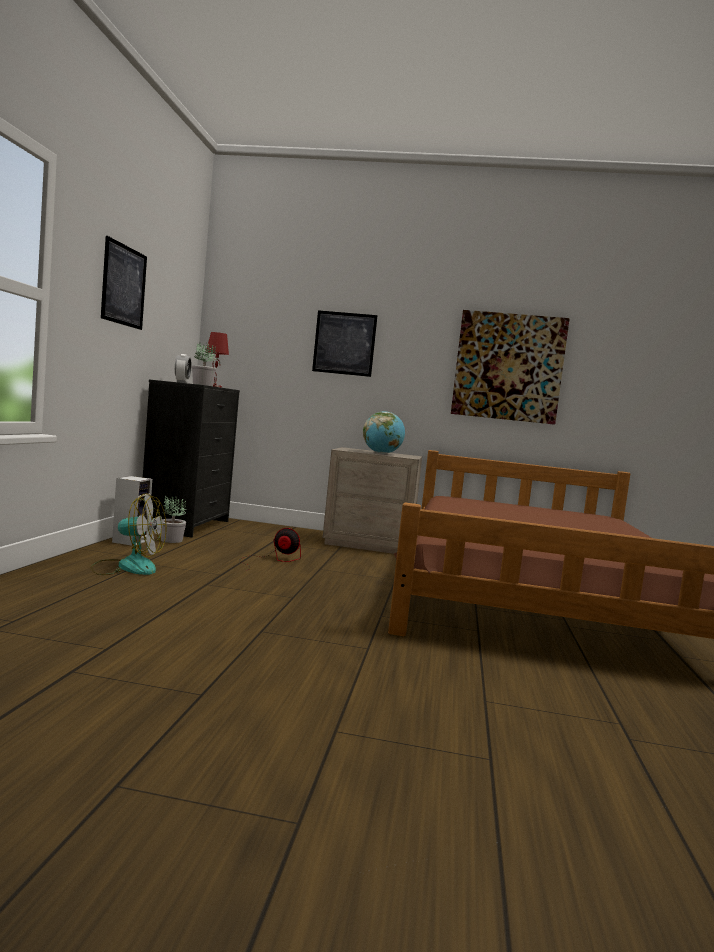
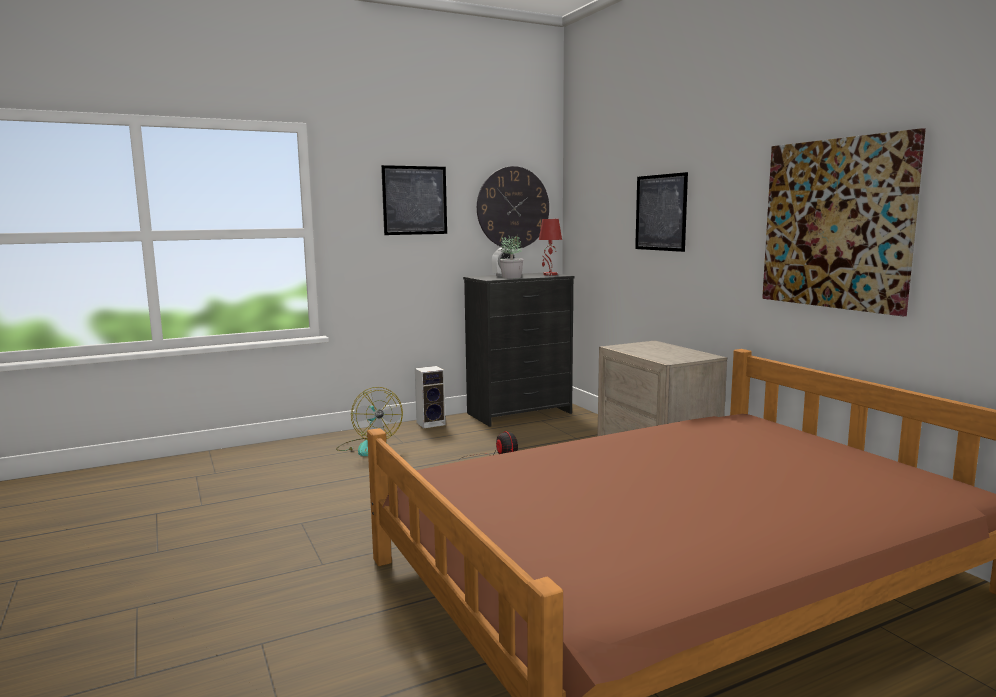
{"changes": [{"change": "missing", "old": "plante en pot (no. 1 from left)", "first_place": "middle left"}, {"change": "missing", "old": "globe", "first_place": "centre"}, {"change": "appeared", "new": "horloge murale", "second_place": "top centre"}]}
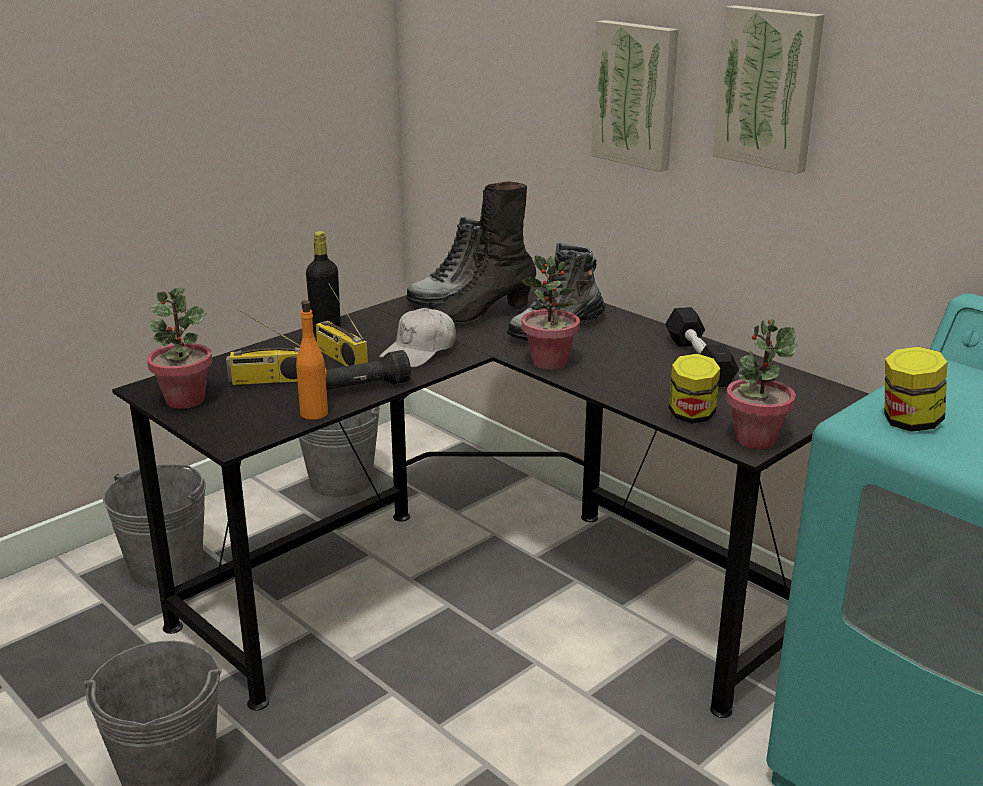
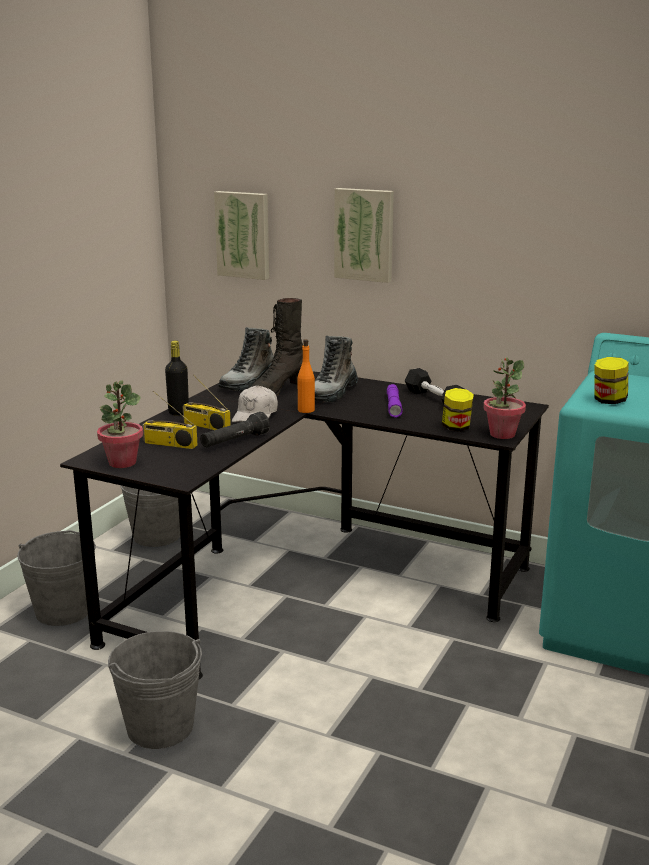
{"changes": [{"change": "missing", "old": "plante en pot (no. 2 from left)", "first_place": "centre"}, {"change": "appeared", "new": "lampe de poche [violet]", "second_place": "centre"}, {"change": "relocated", "old": "bouteille [orange]", "first_place": "middle left", "second_place": "centre"}, {"change": "relocated", "old": "tableau (no. 2 from left in the first image)", "new": "tableau (no. 1 from left)", "first_place": "top right", "second_place": "top centre"}, {"change": "spun", "old": "radio (no. 1 from left)", "first_place": "middle left", "second_place": "middle left", "degrees": 45}]}
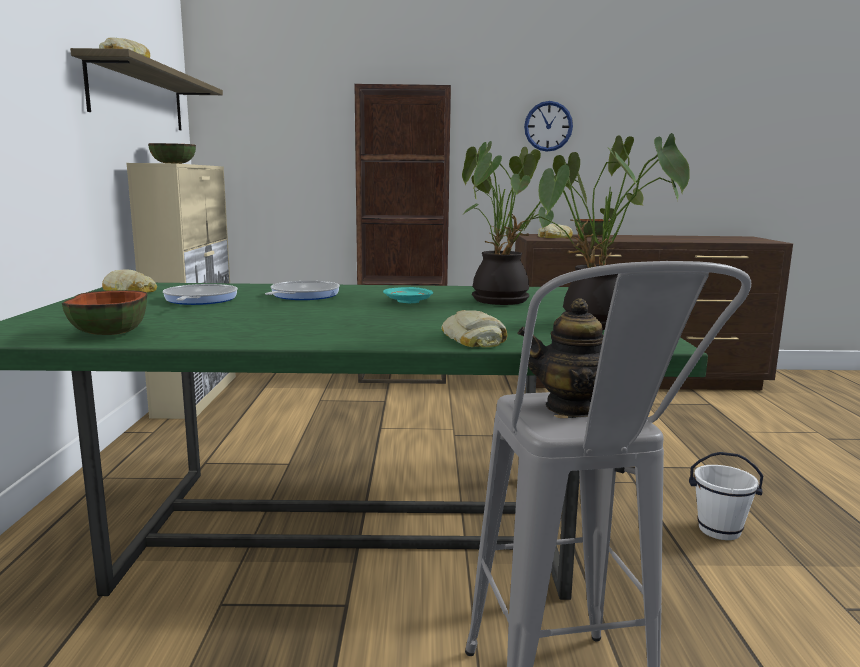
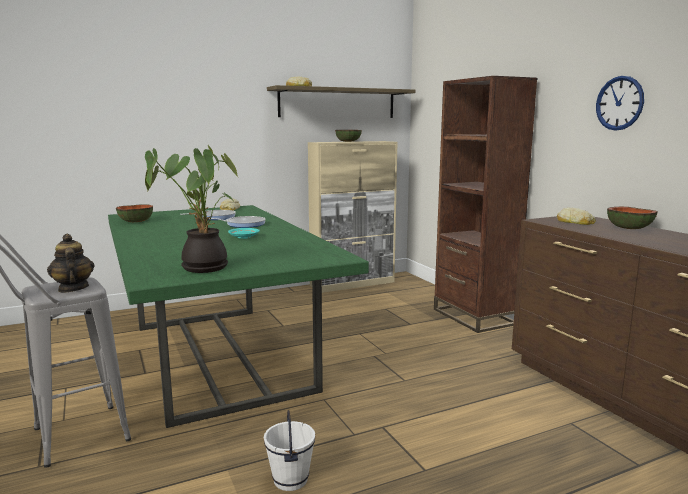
{"changes": [{"change": "missing", "old": "pain (no. 3 from left)", "first_place": "centre"}, {"change": "missing", "old": "plante en pot (no. 1 from left)", "first_place": "centre"}]}
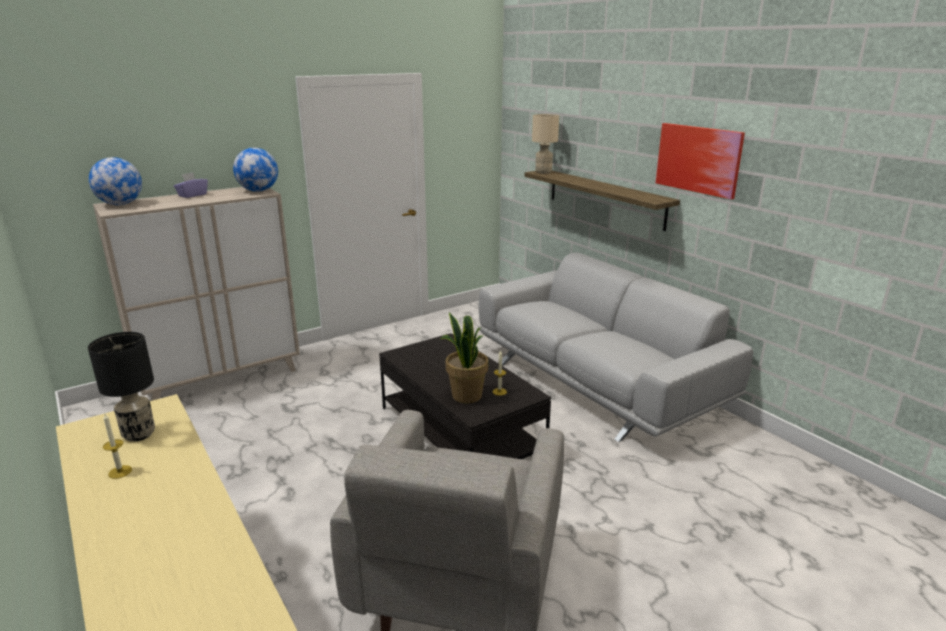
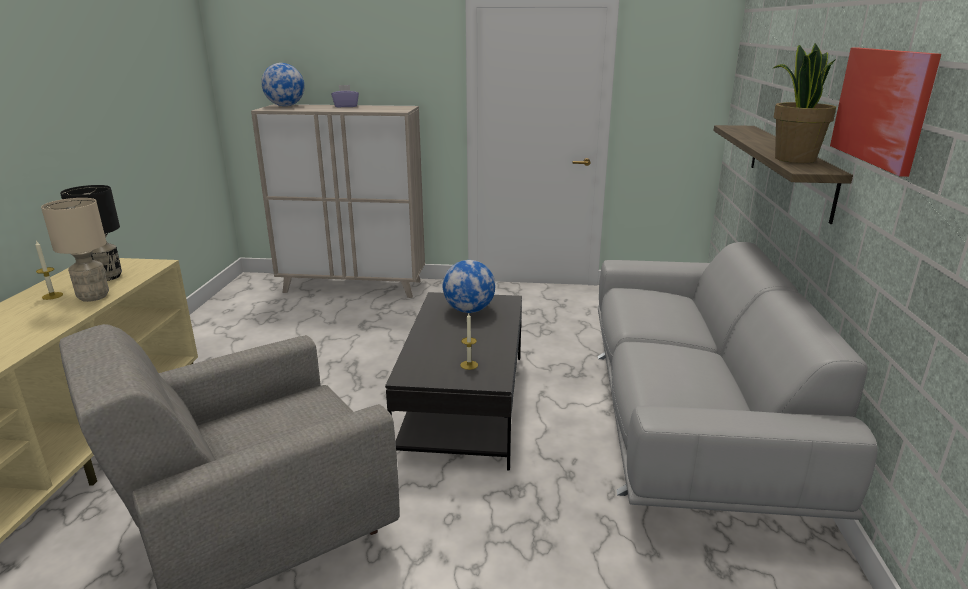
{"changes": [{"change": "relocated", "old": "globe (no. 2 from left)", "first_place": "top left", "second_place": "centre"}, {"change": "relocated", "old": "plante en pot", "first_place": "centre", "second_place": "top right"}, {"change": "relocated", "old": "lampe de table [beige]", "first_place": "top centre", "second_place": "middle left"}]}
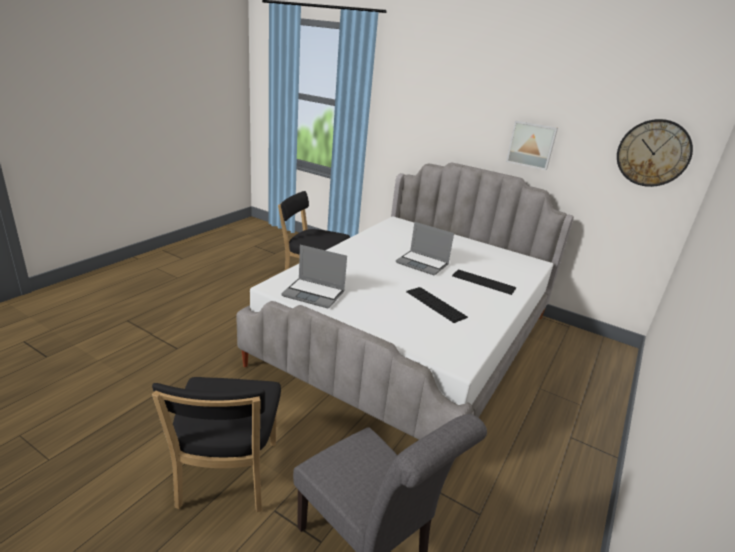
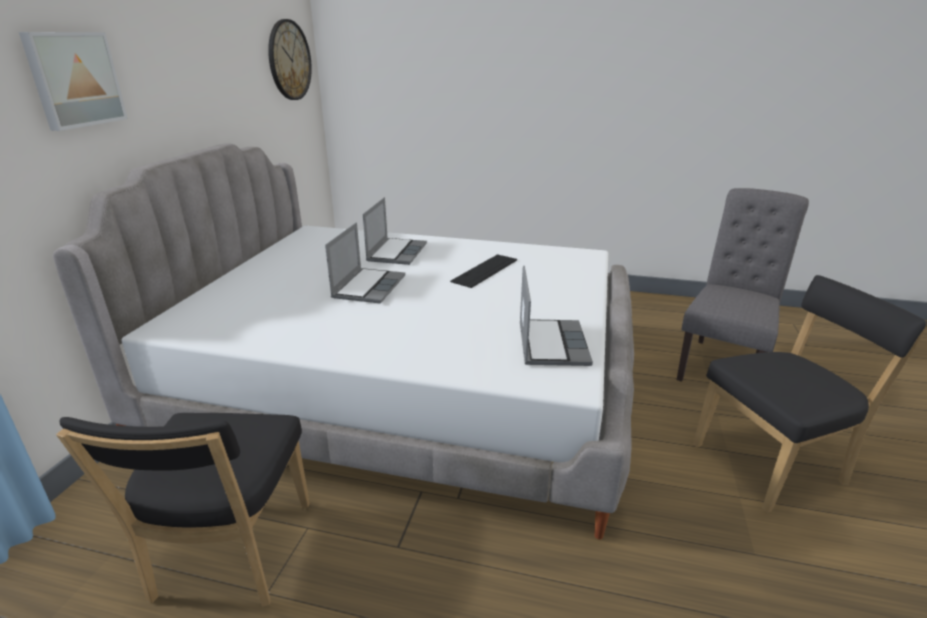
{"changes": [{"change": "relocated", "old": "tableau", "first_place": "top right", "second_place": "top left"}, {"change": "exchanged", "old": "clavier (no. 2 from left)", "new": "ordinateur portable (no. 2 from left)", "first_place": "centre", "second_place": "centre"}]}
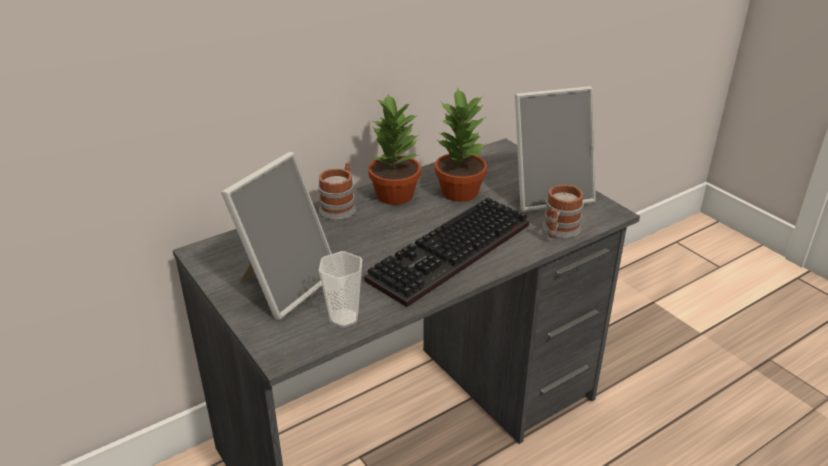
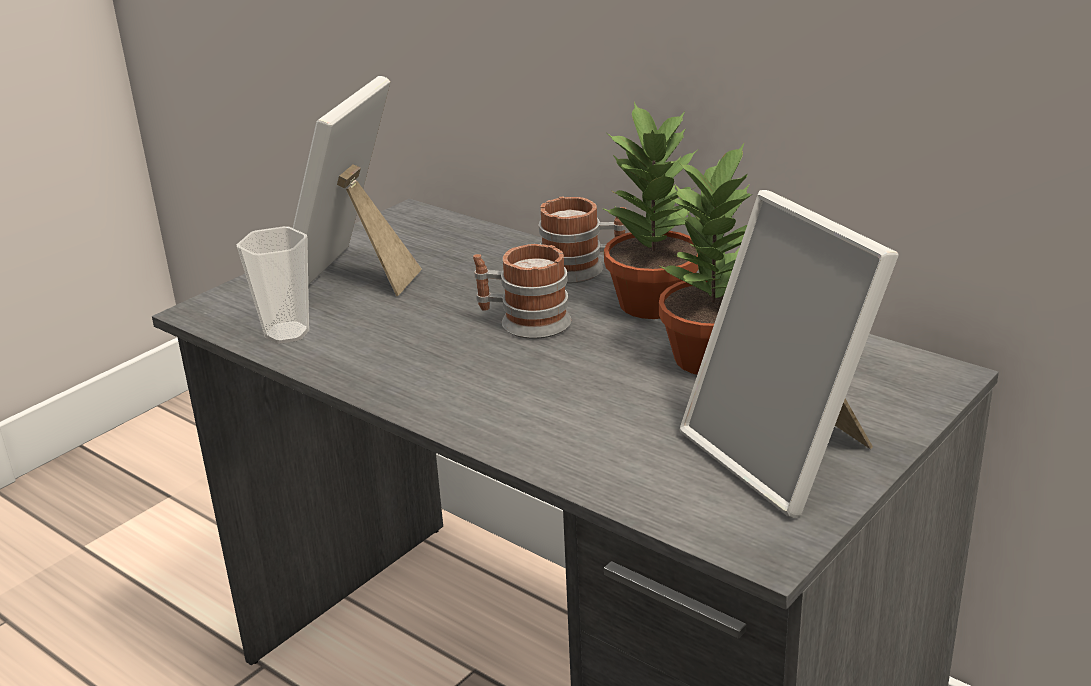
{"changes": [{"change": "missing", "old": "clavier", "first_place": "centre"}, {"change": "relocated", "old": "mug (no. 2 from left in the first image)", "new": "mug (no. 1 from left)", "first_place": "middle right", "second_place": "centre"}, {"change": "spun", "old": "cadre photo (no. 1 from left)", "first_place": "centre", "second_place": "top left", "degrees": 90}]}
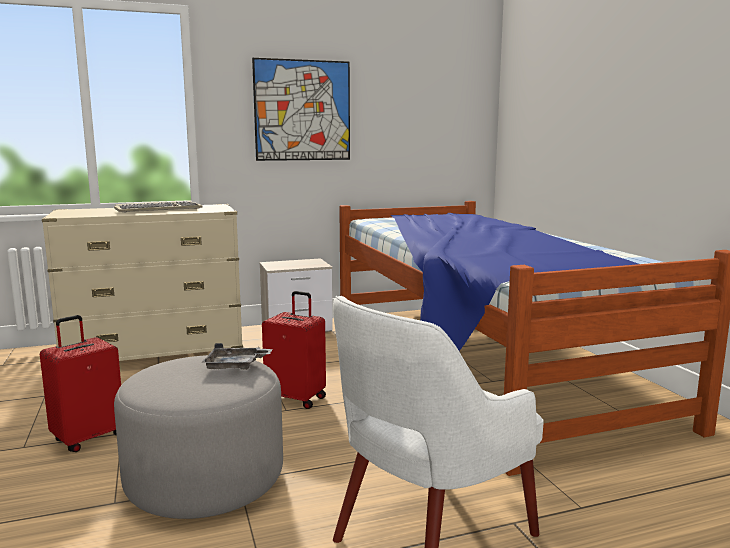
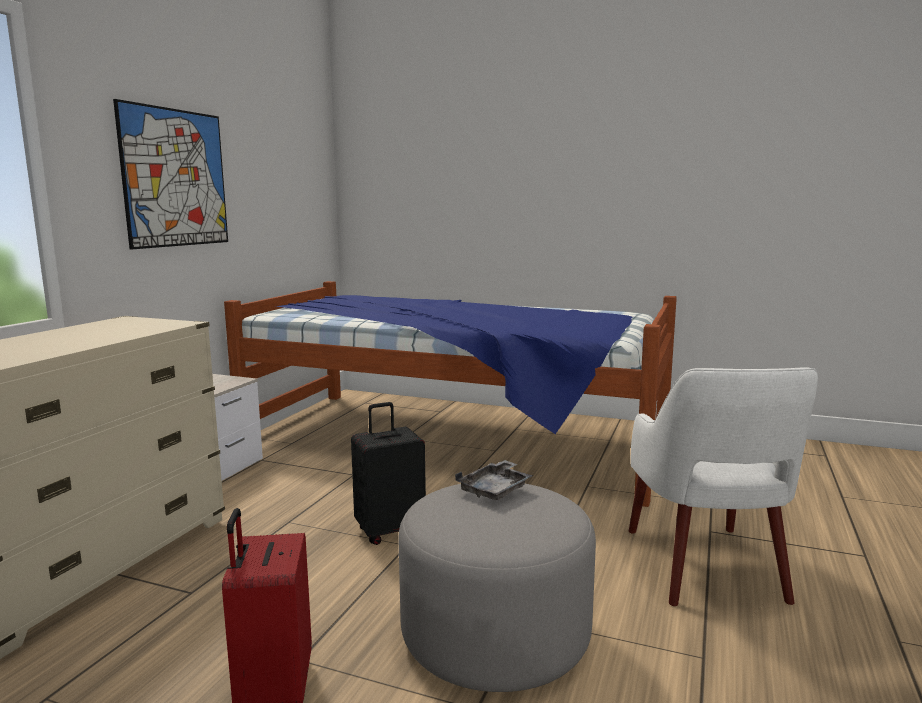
{"changes": [{"change": "missing", "old": "clavier", "first_place": "middle left"}, {"change": "colour", "old": "valise [rouge] (no. 2 from left)", "new": "valise [noir]", "first_place": "centre", "second_place": "bottom centre"}]}
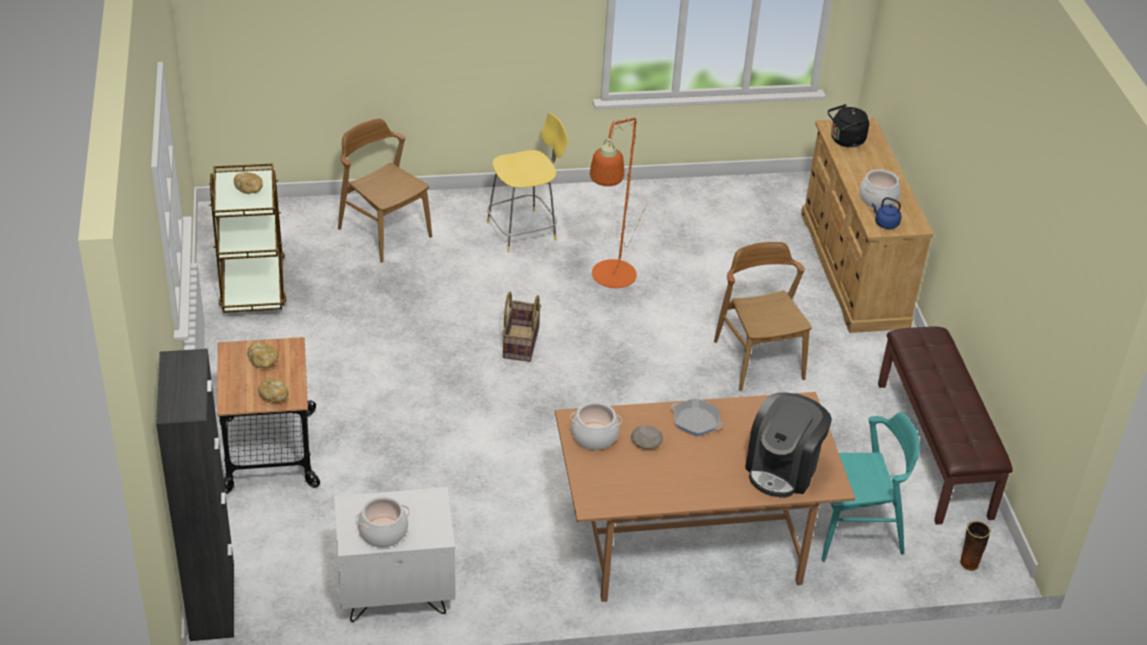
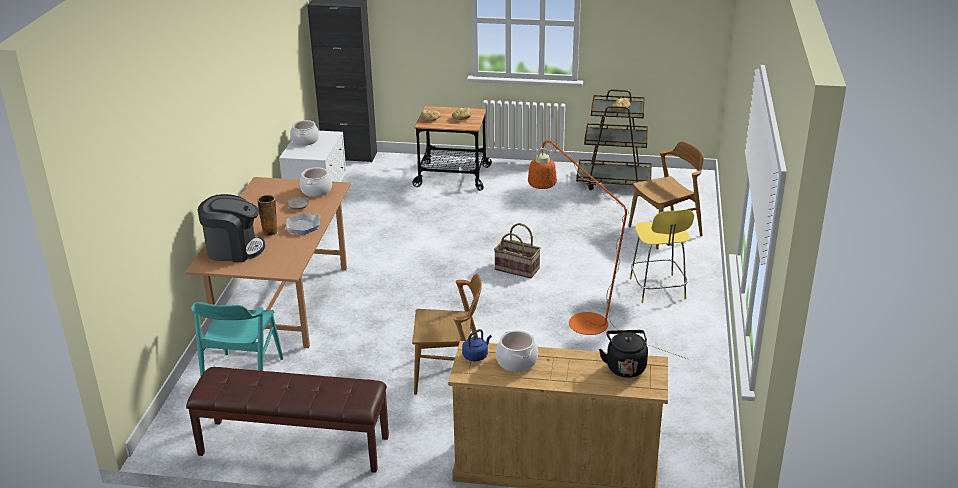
{"changes": [{"change": "relocated", "old": "vase", "first_place": "bottom right", "second_place": "middle left"}, {"change": "spun", "old": "machine à café", "first_place": "bottom right", "second_place": "middle left", "degrees": 135}]}
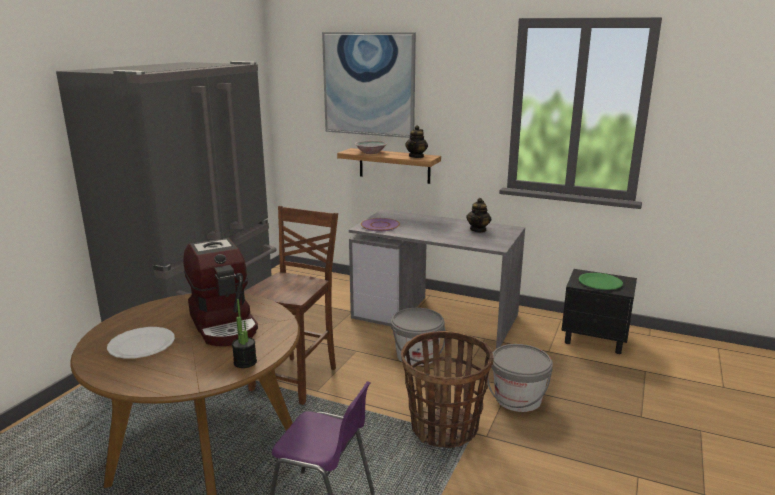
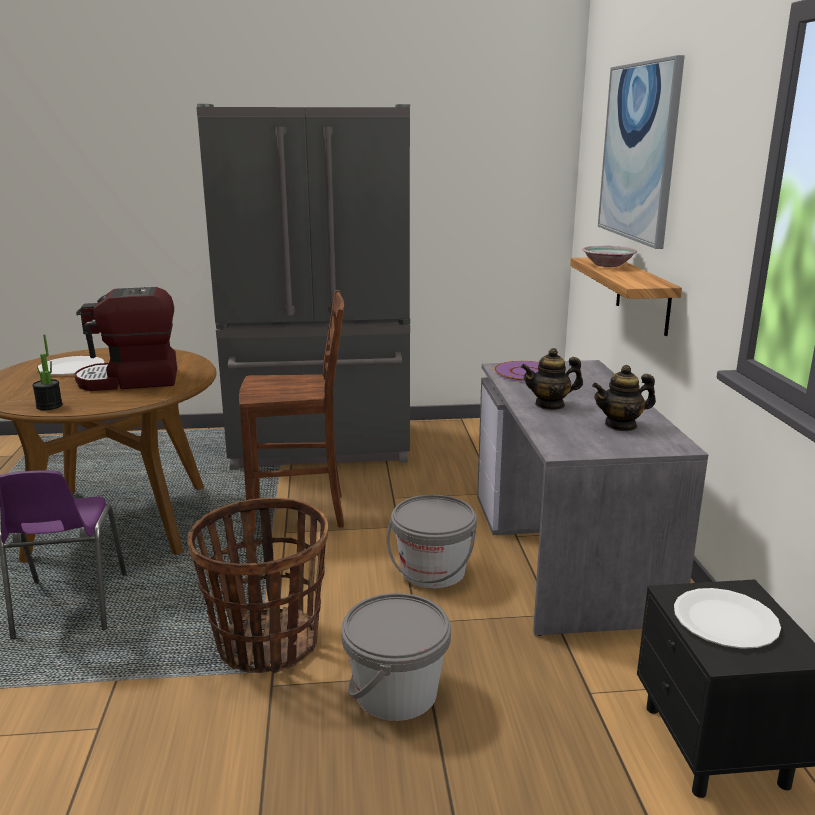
{"changes": [{"change": "relocated", "old": "théière (no. 1 from left)", "first_place": "top centre", "second_place": "middle right"}, {"change": "colour", "old": "assiette [vert]", "new": "assiette [blanc] (no. 2 from left)", "first_place": "middle right", "second_place": "bottom right"}, {"change": "spun", "old": "machine à café", "first_place": "middle left", "second_place": "middle left", "degrees": 45}]}
